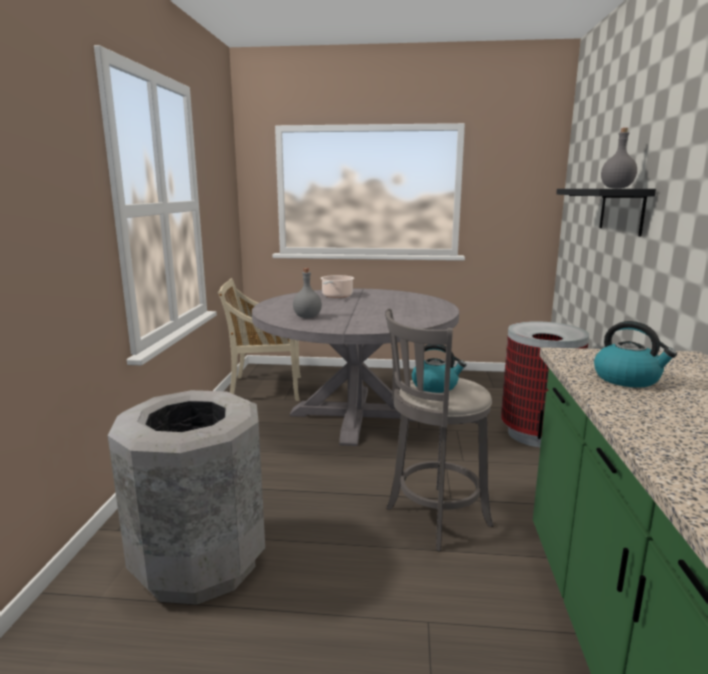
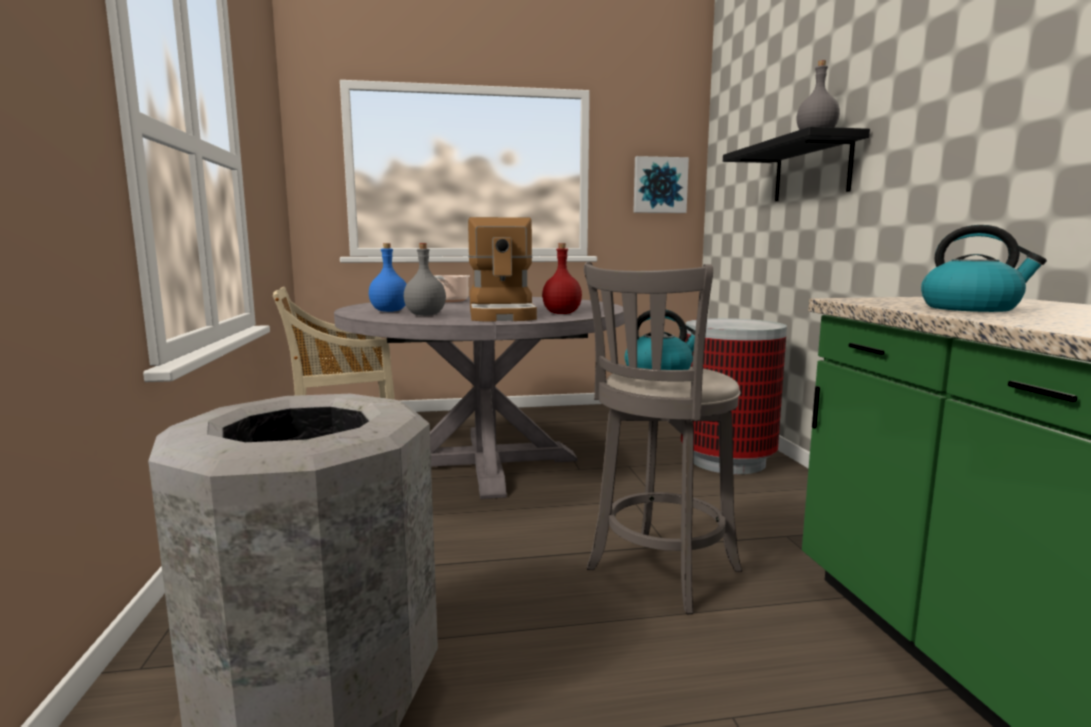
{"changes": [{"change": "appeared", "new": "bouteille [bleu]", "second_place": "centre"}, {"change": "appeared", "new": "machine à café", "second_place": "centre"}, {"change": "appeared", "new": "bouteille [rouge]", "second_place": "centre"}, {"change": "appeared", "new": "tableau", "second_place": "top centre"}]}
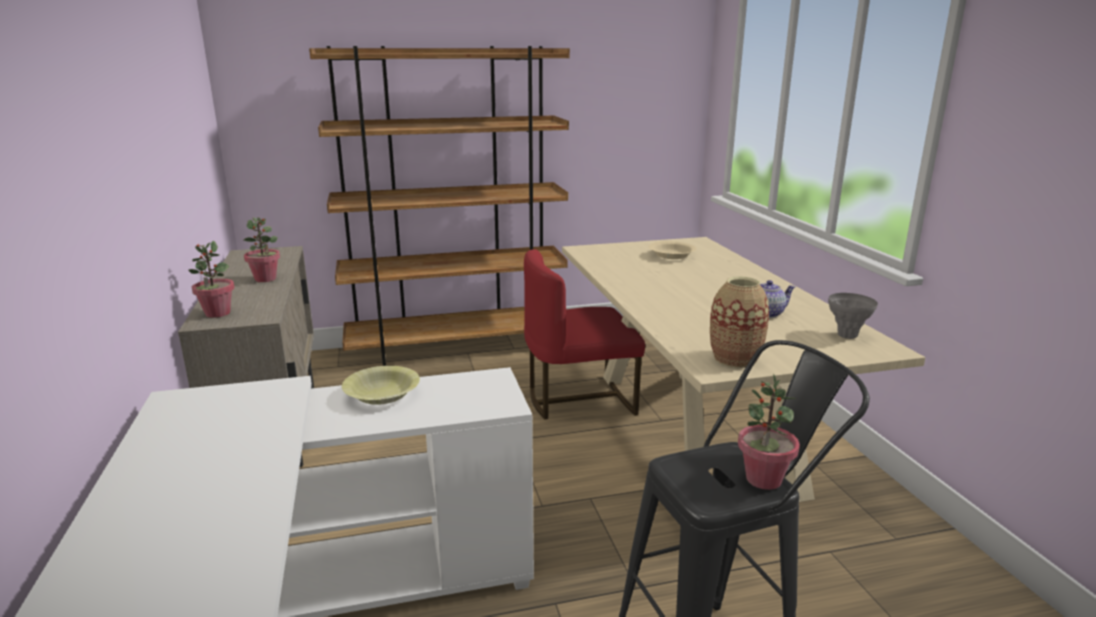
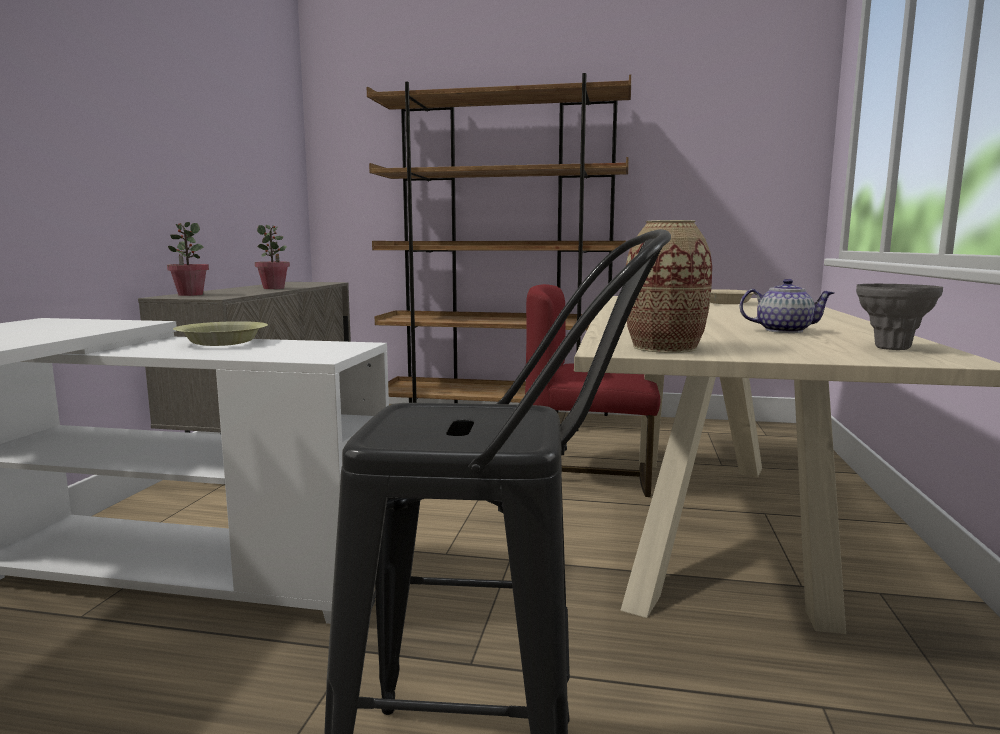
{"changes": [{"change": "missing", "old": "plante en pot (no. 3 from left)", "first_place": "bottom right"}]}
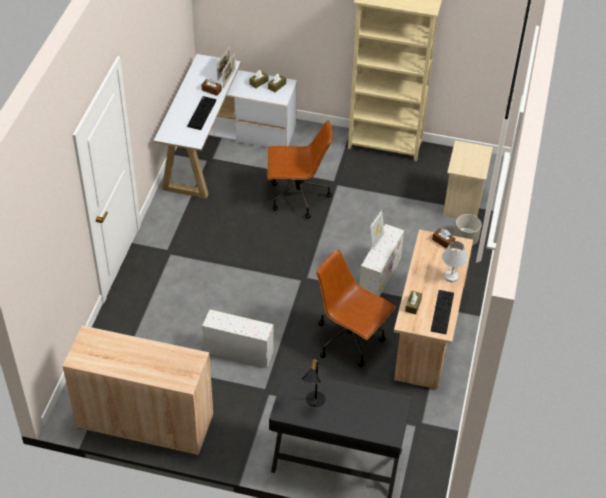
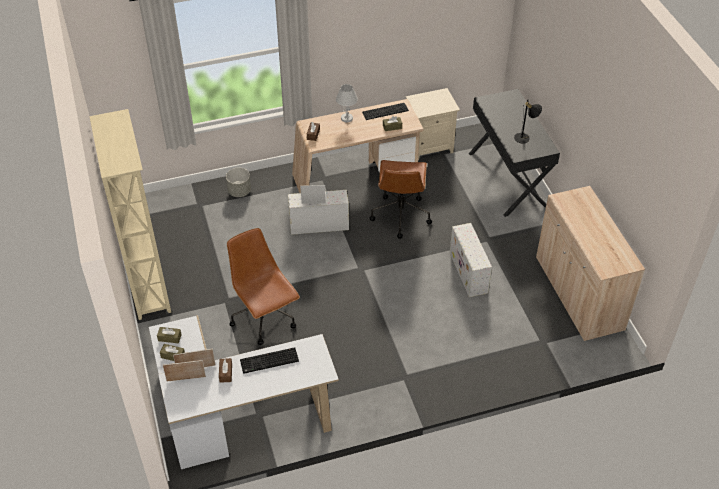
{"changes": [{"change": "relocated", "old": "table de chevet [beige]", "first_place": "middle right", "second_place": "top centre"}]}
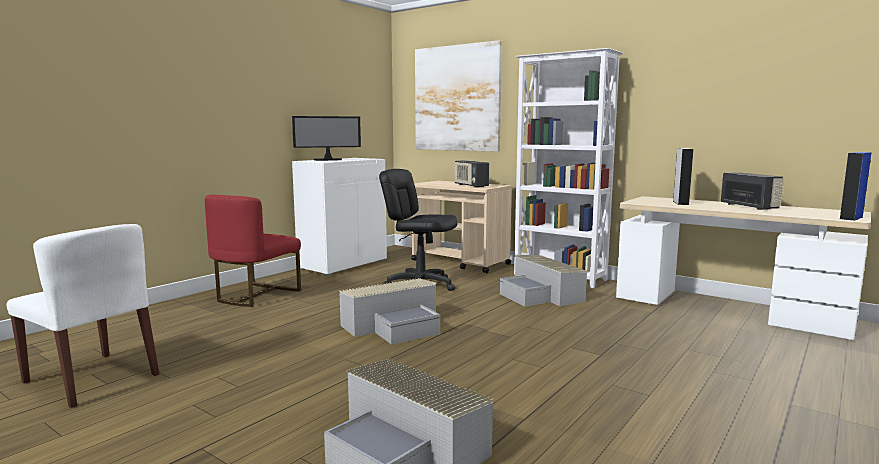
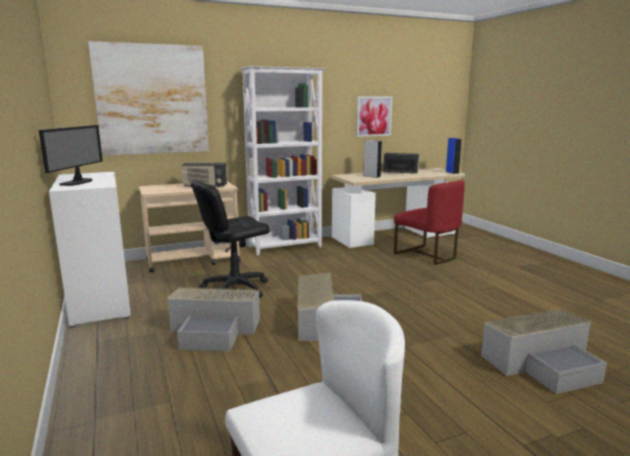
{"changes": [{"change": "appeared", "new": "tableau (no. 2 from left)", "second_place": "top centre"}, {"change": "relocated", "old": "chaise [rouge]", "first_place": "middle left", "second_place": "middle right"}, {"change": "relocated", "old": "boîte de rangement [gris] (no. 3 from left in the first image)", "new": "boîte de rangement [gris] (no. 1 from left)", "first_place": "centre", "second_place": "bottom centre"}]}
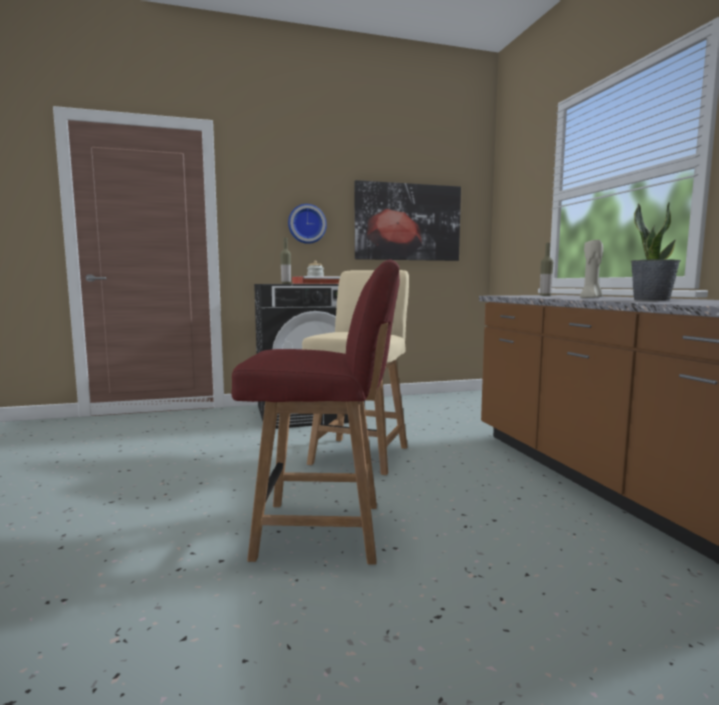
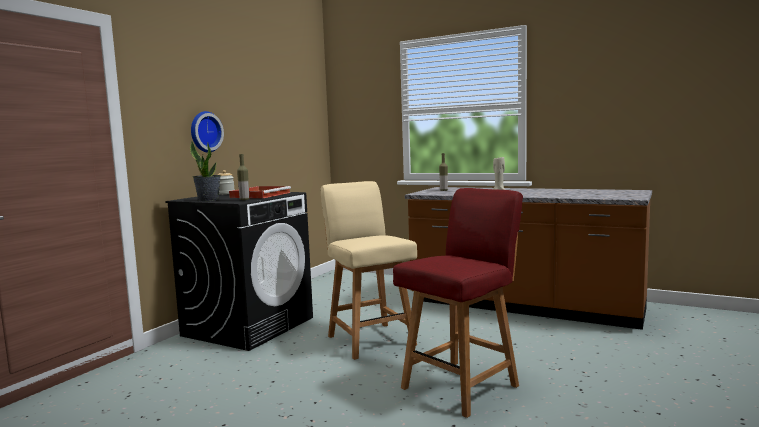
{"changes": [{"change": "missing", "old": "tableau", "first_place": "top centre"}, {"change": "relocated", "old": "plante en pot", "first_place": "middle right", "second_place": "middle left"}]}
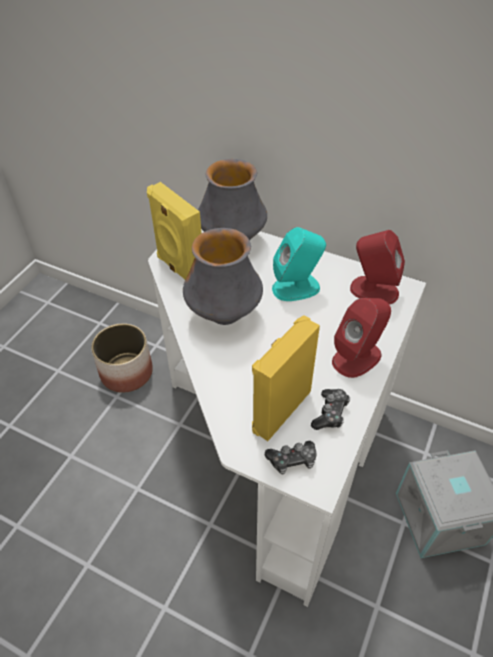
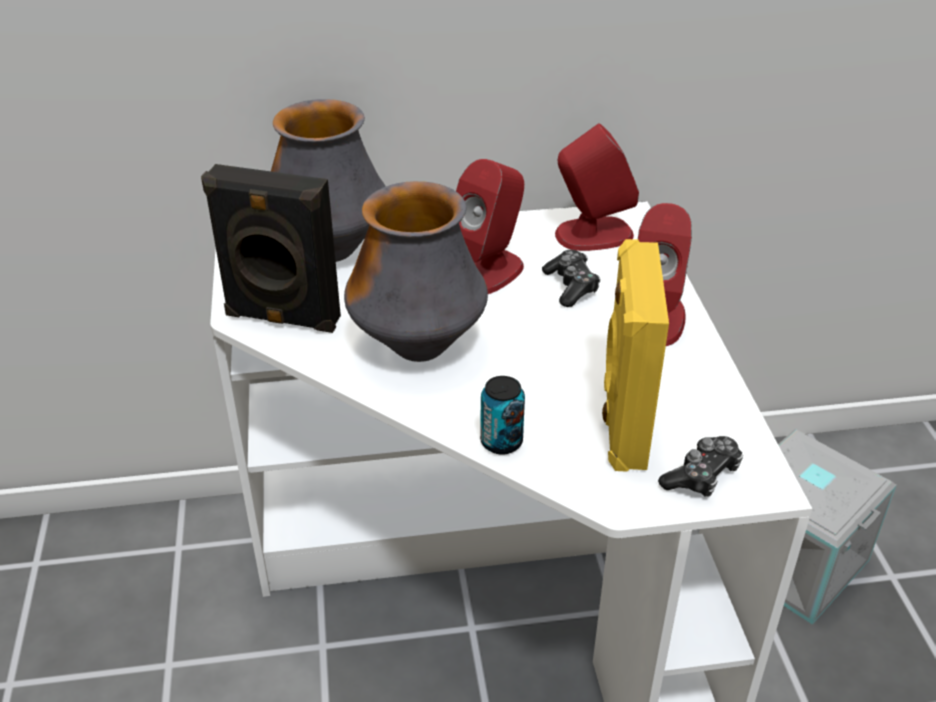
{"changes": [{"change": "missing", "old": "cache-pot", "first_place": "middle left"}, {"change": "appeared", "new": "boîte métallique", "second_place": "centre"}, {"change": "relocated", "old": "manette (no. 2 from left in the first image)", "new": "manette (no. 1 from left)", "first_place": "middle right", "second_place": "centre"}, {"change": "colour", "old": "enceinte [jaune] (no. 1 from left)", "new": "enceinte [noir]", "first_place": "centre", "second_place": "middle left"}, {"change": "colour", "old": "enceinte [turquoise]", "new": "enceinte [rouge] (no. 1 from left)", "first_place": "centre", "second_place": "top centre"}]}
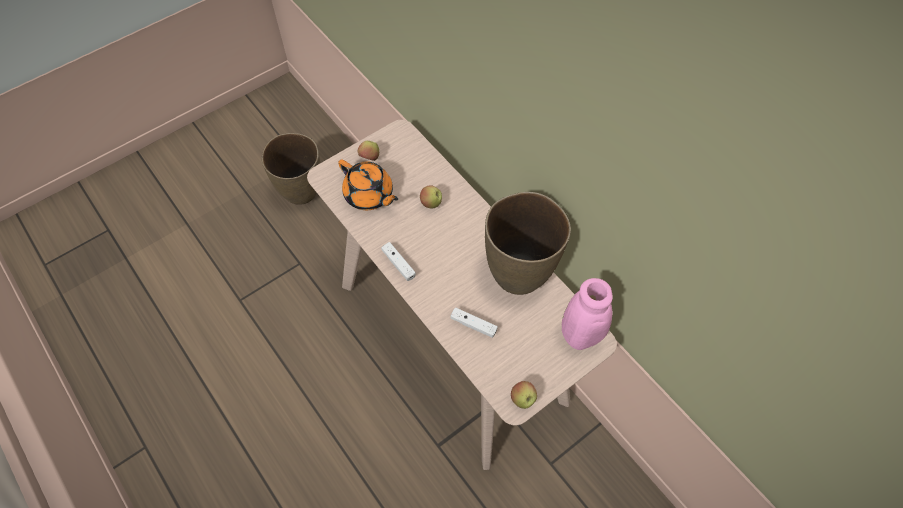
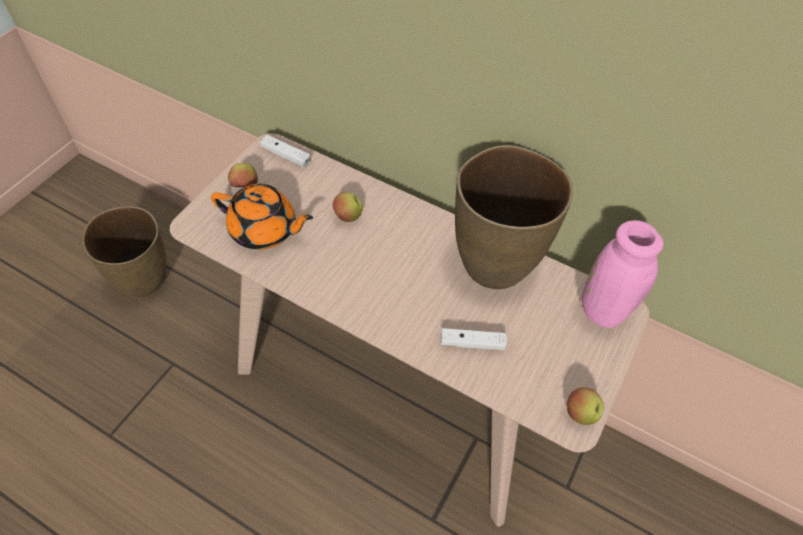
{"changes": [{"change": "relocated", "old": "manette [blanc] (no. 1 from left)", "first_place": "centre", "second_place": "top centre"}]}
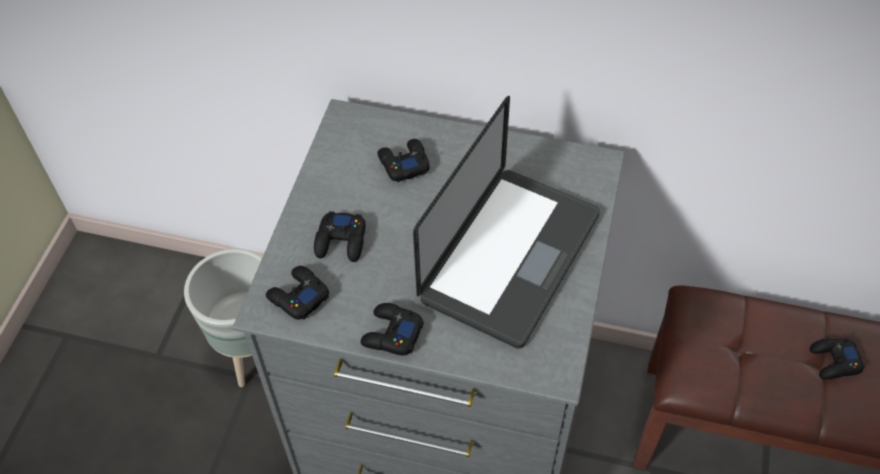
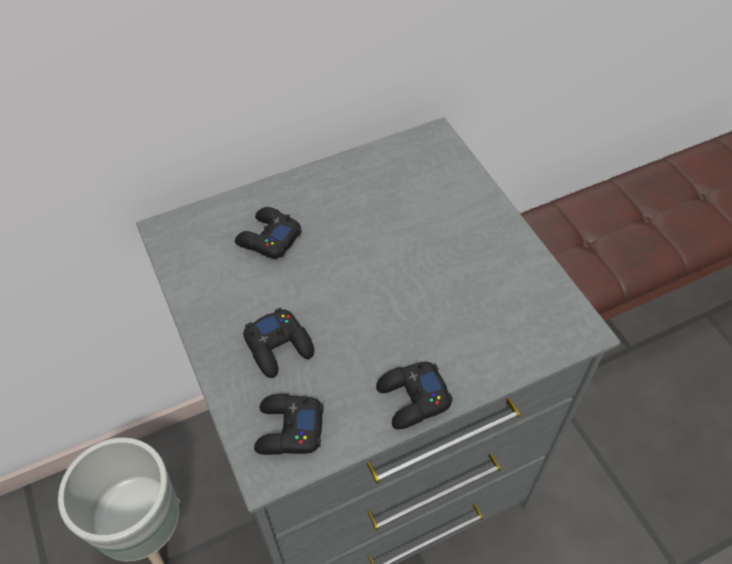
{"changes": [{"change": "missing", "old": "ordinateur portable", "first_place": "centre"}, {"change": "missing", "old": "manette [noir] (no. 5 from left)", "first_place": "bottom right"}]}
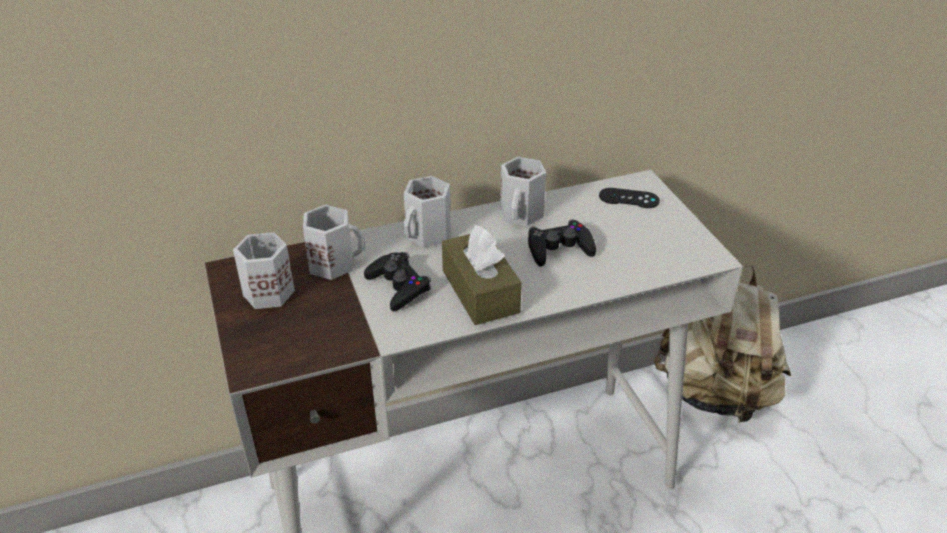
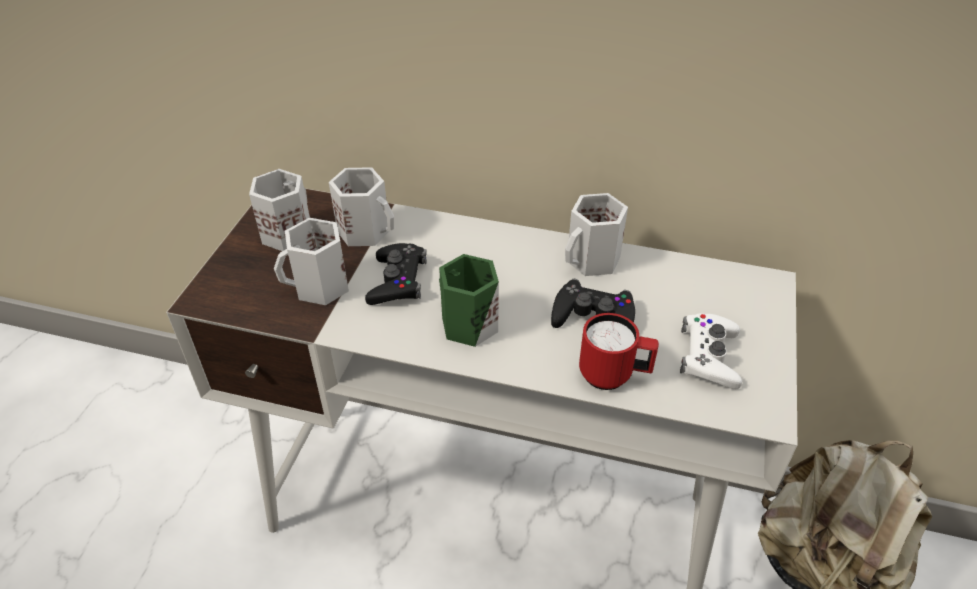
{"changes": [{"change": "missing", "old": "manette [noir] (no. 3 from left)", "first_place": "centre"}, {"change": "appeared", "new": "mug [rouge]", "second_place": "centre"}, {"change": "appeared", "new": "manette [blanc]", "second_place": "middle right"}, {"change": "relocated", "old": "mug [blanc] (no. 3 from left in the first image)", "new": "mug [blanc] (no. 2 from left)", "first_place": "centre", "second_place": "middle left"}, {"change": "exchanged", "old": "boîte à mouchoirs [marron]", "new": "mug [vert]", "first_place": "centre", "second_place": "centre"}]}
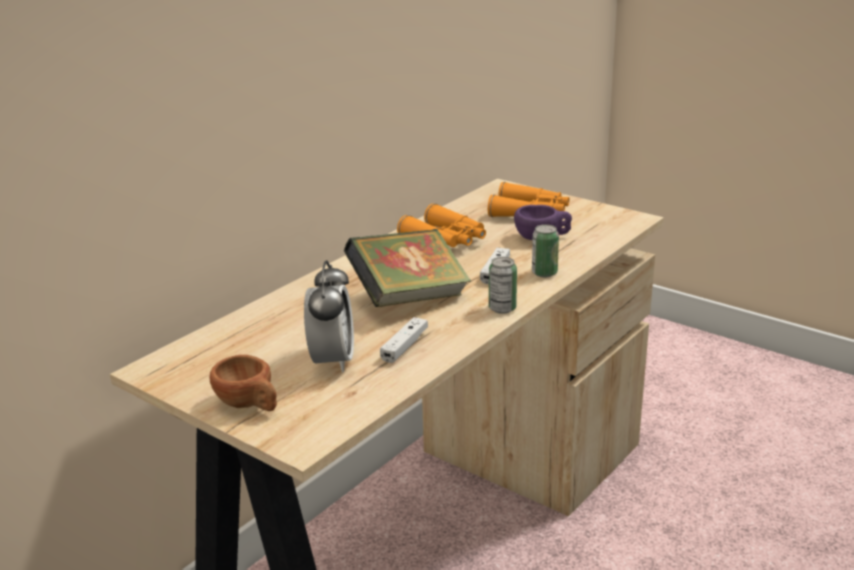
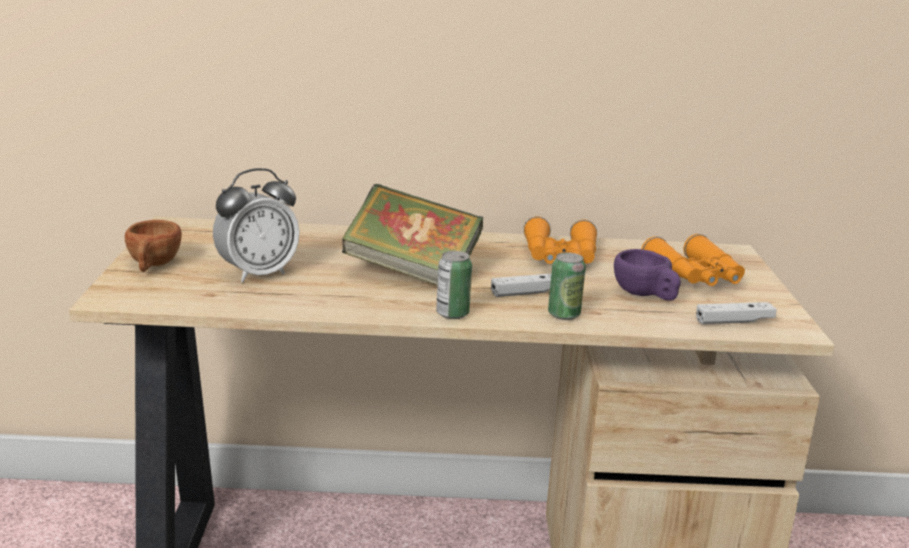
{"changes": [{"change": "relocated", "old": "manette [blanc] (no. 1 from left in the first image)", "new": "manette [blanc] (no. 2 from left)", "first_place": "centre", "second_place": "middle right"}]}
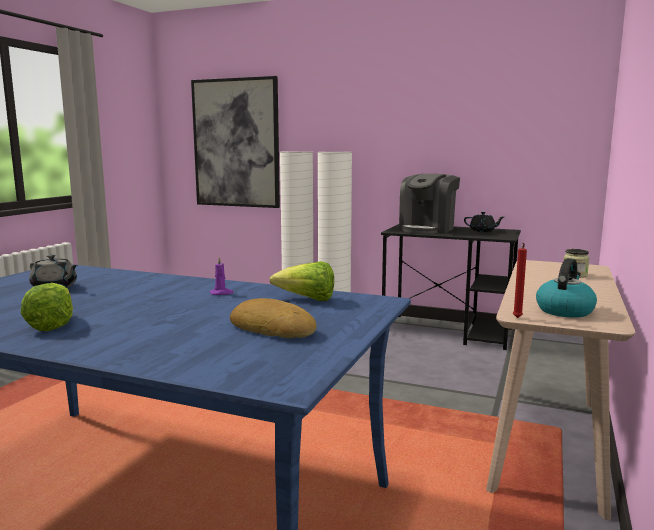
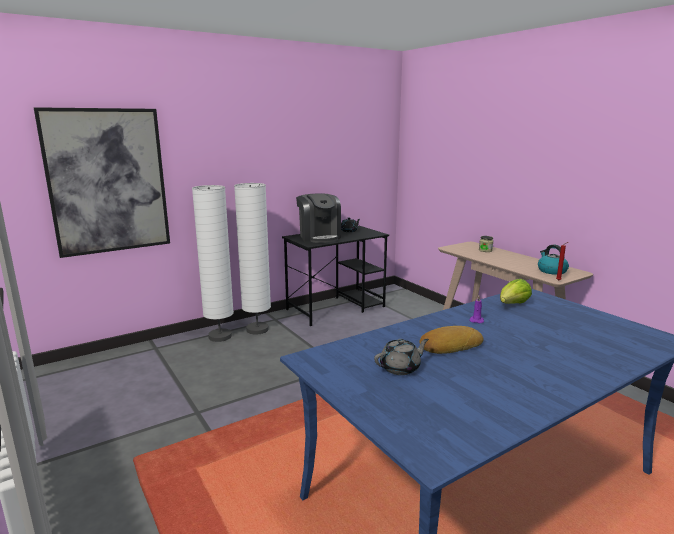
{"changes": [{"change": "missing", "old": "laitue (no. 1 from left)", "first_place": "middle left"}, {"change": "relocated", "old": "pain", "first_place": "centre", "second_place": "middle right"}]}
